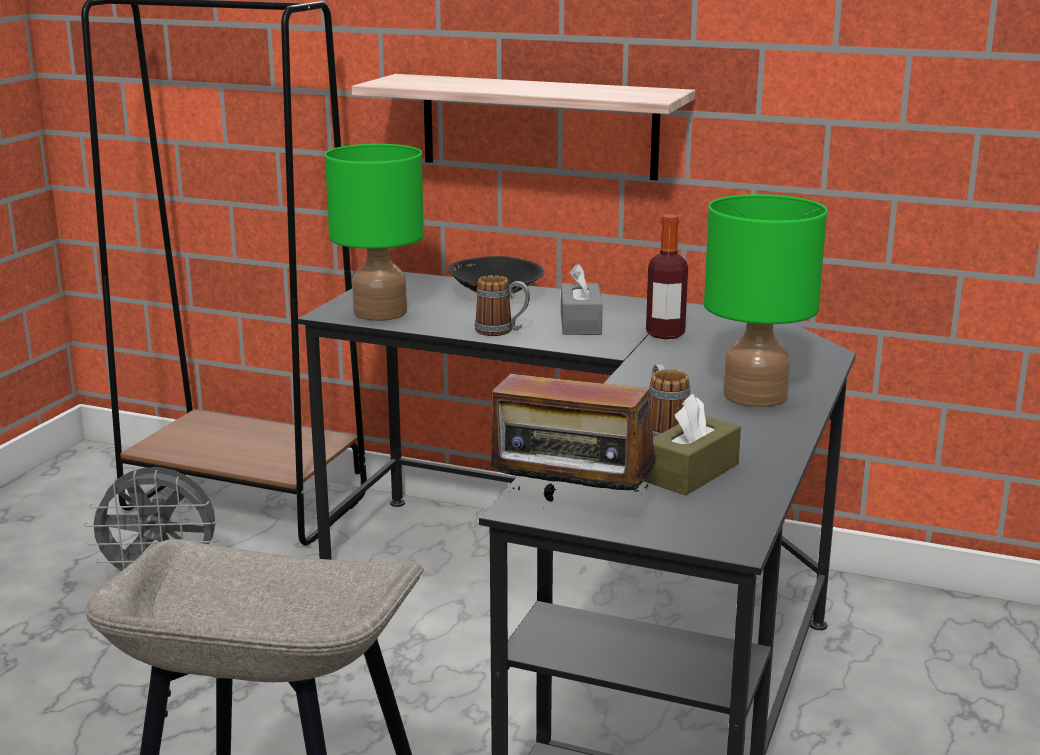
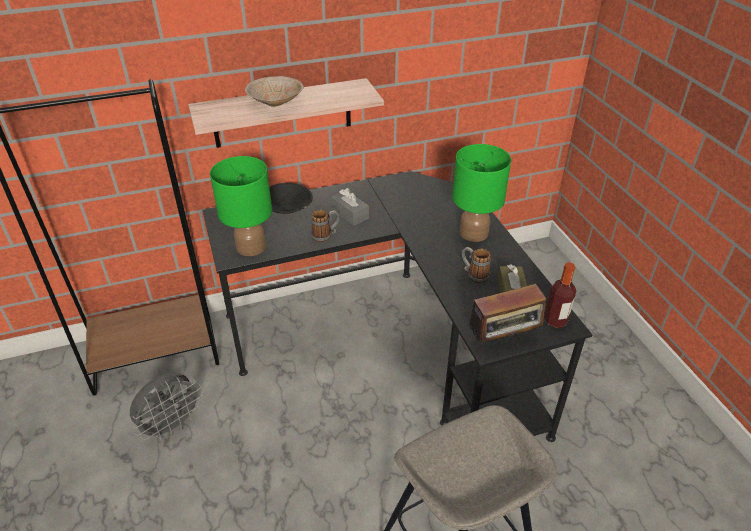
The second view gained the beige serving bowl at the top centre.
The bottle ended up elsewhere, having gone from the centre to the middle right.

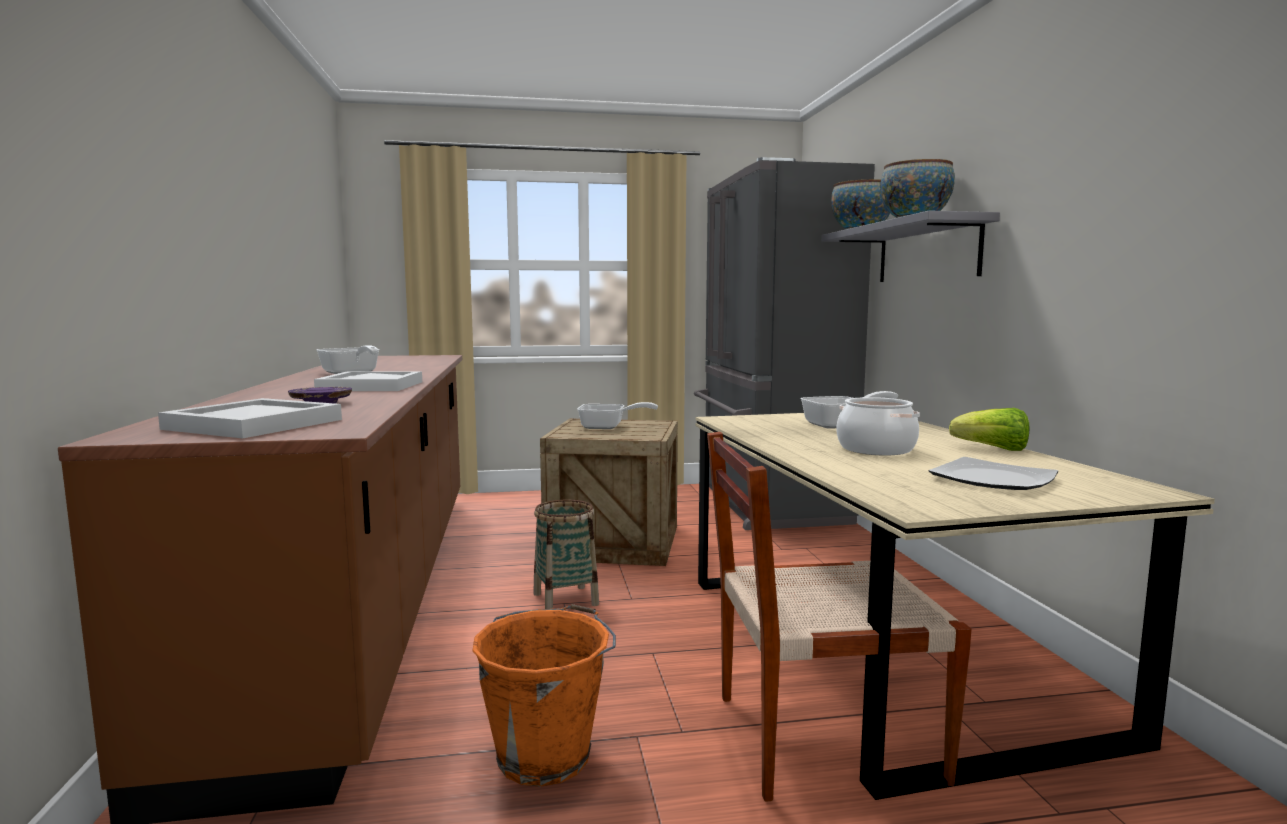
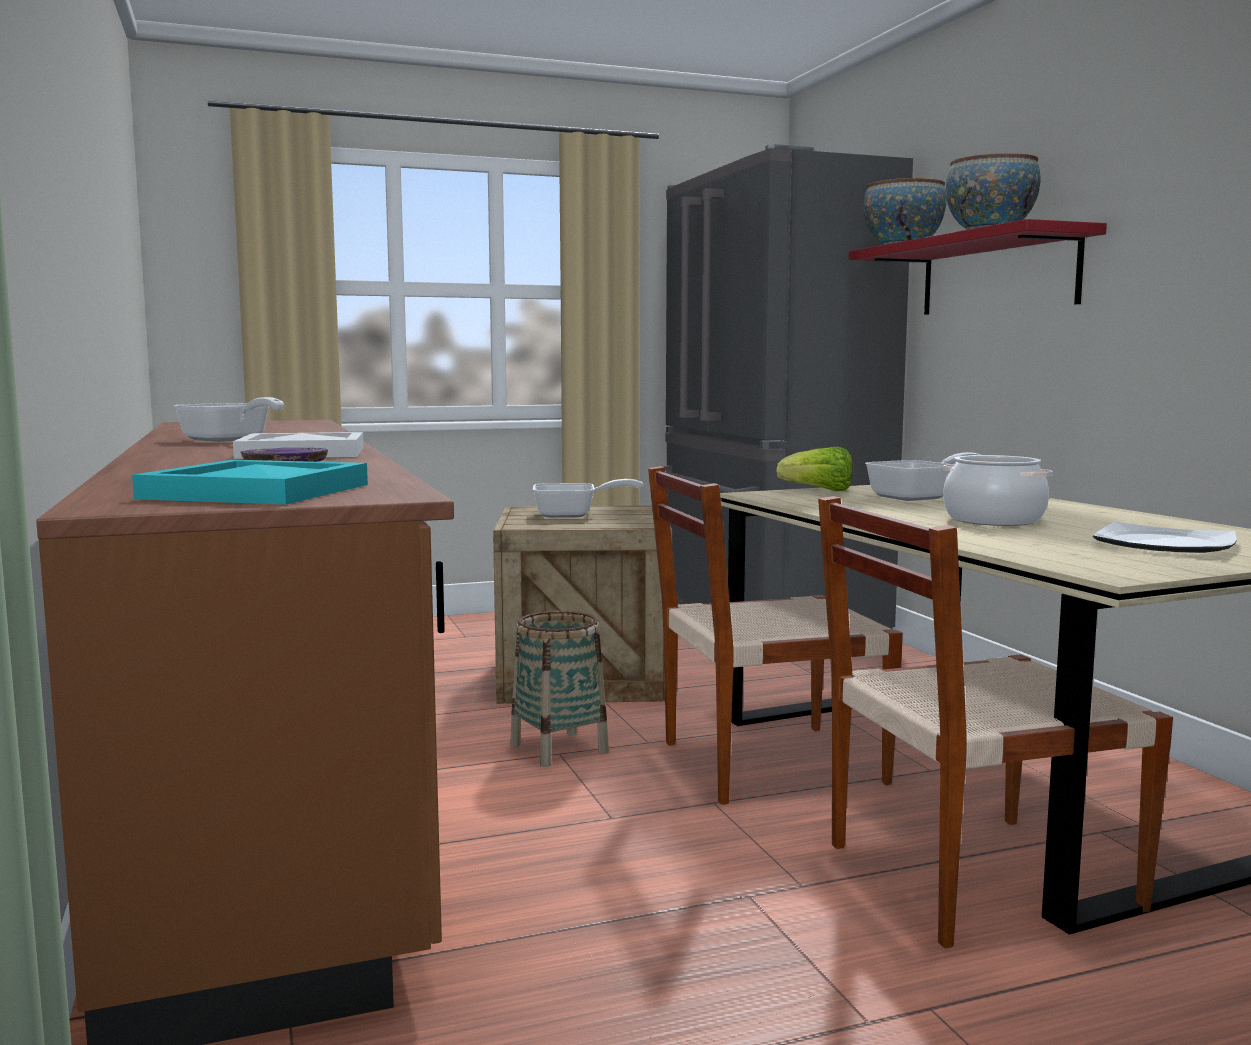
What was the white carrying tray (no. 1 from left) at the middle left turned into the blue-green carrying tray at the middle left.
The second view gained the plain chair (no. 1 from left) at the centre.
The head of lettuce ended up elsewhere, having gone from the middle right to the centre.
What was the grey bracket shelf at the top right turned into the reddish bracket shelf at the top right.
The second view lost the orange-coloured bucket at the bottom centre.

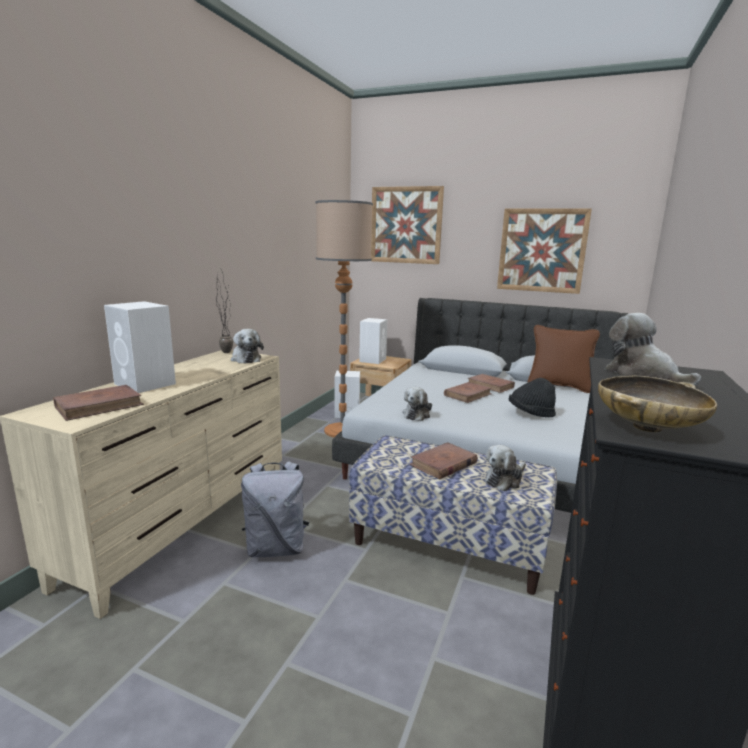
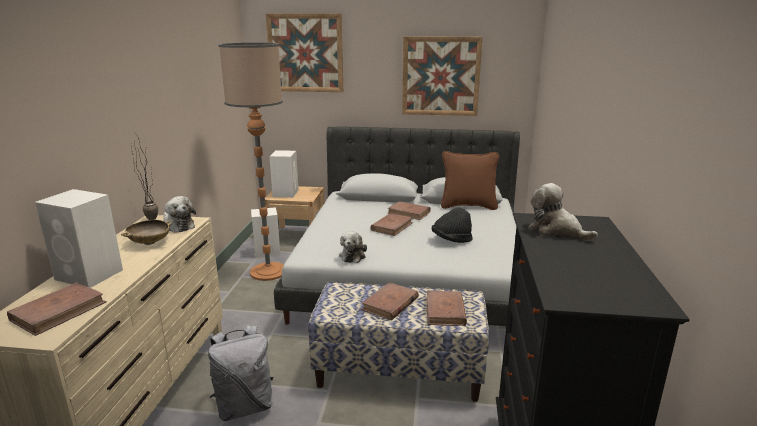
The beige serving bowl ended up elsewhere, having gone from the middle right to the middle left.
Where the plush toy (no. 3 from left) stood at the middle right, the brown-coloured bound book (no. 5 from left) came to stand at the bottom centre.

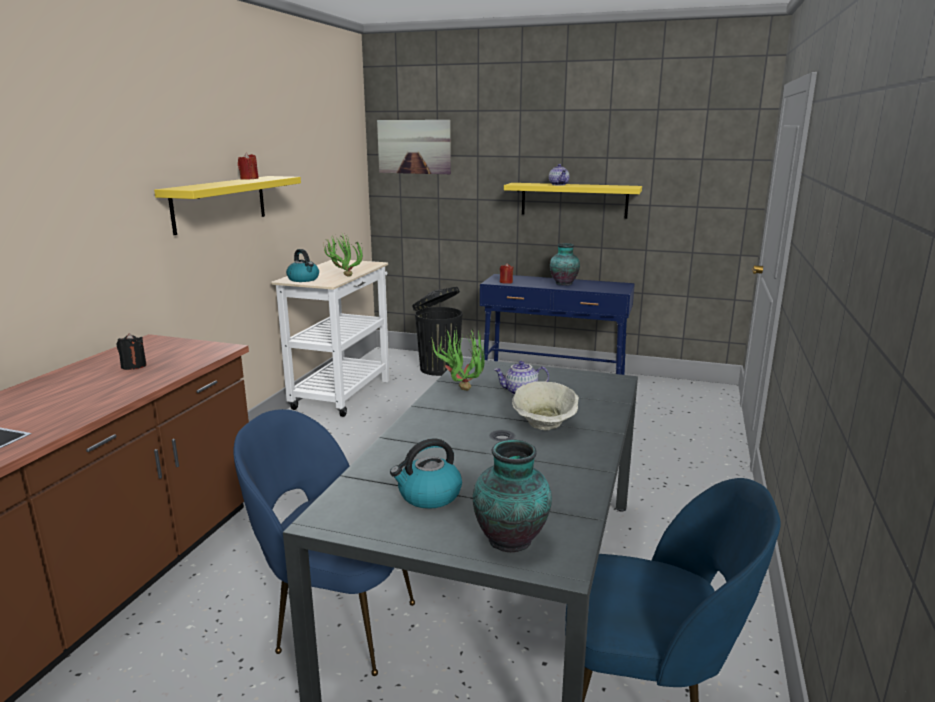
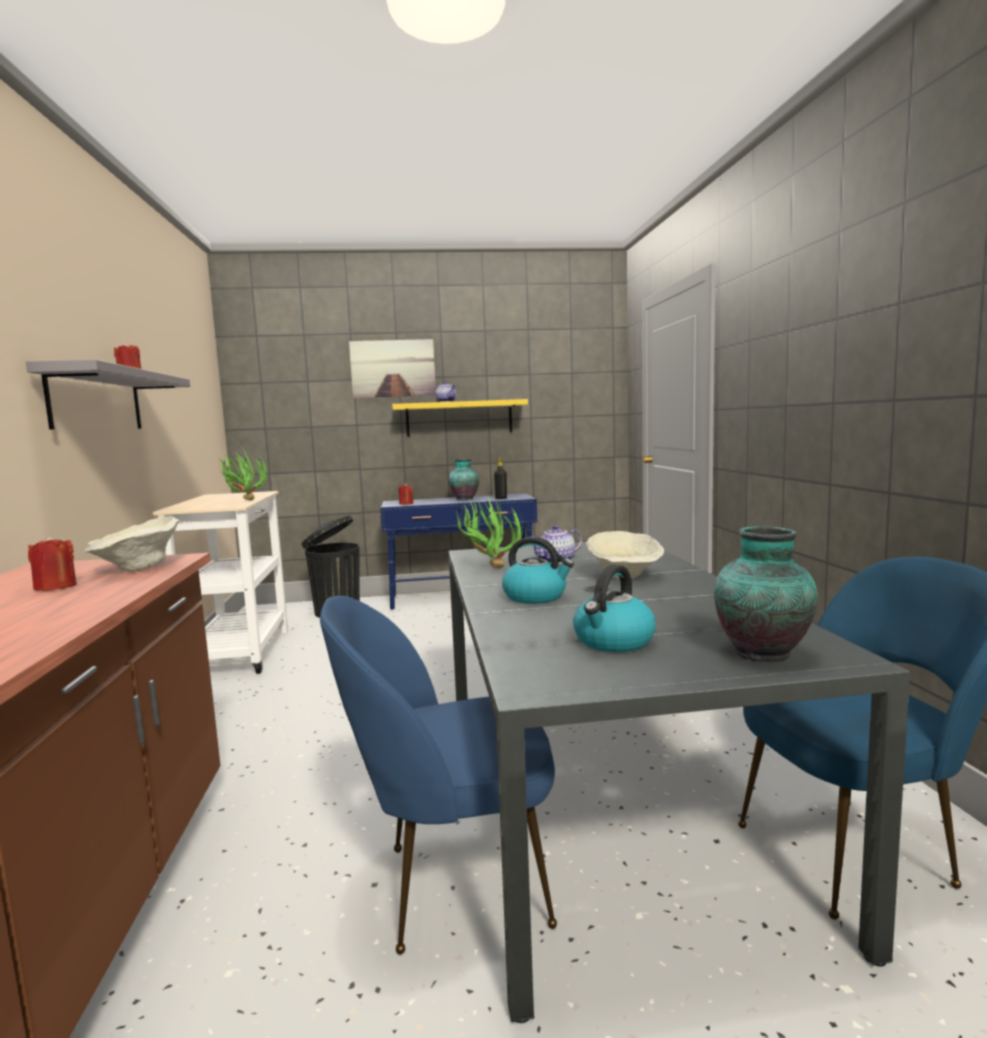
What was the yellowish bracket shelf (no. 1 from left) at the top left turned into the grey bracket shelf at the middle left.
What was the black wax candle at the middle left turned into the reddish wax candle (no. 1 from left) at the middle left.
The second view gained the beige serving bowl (no. 1 from left) at the middle left.
The picture ended up elsewhere, having gone from the top centre to the centre.
The second view gained the black bottle at the centre.
The kettle (no. 1 from left) ended up elsewhere, having gone from the middle left to the centre.

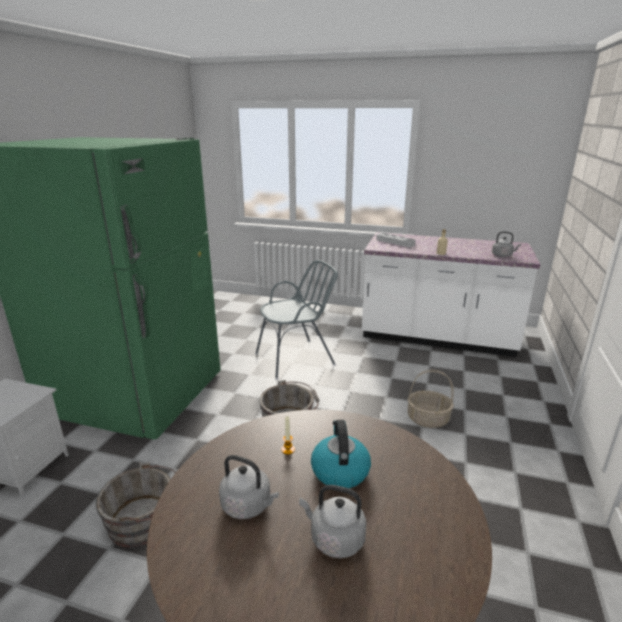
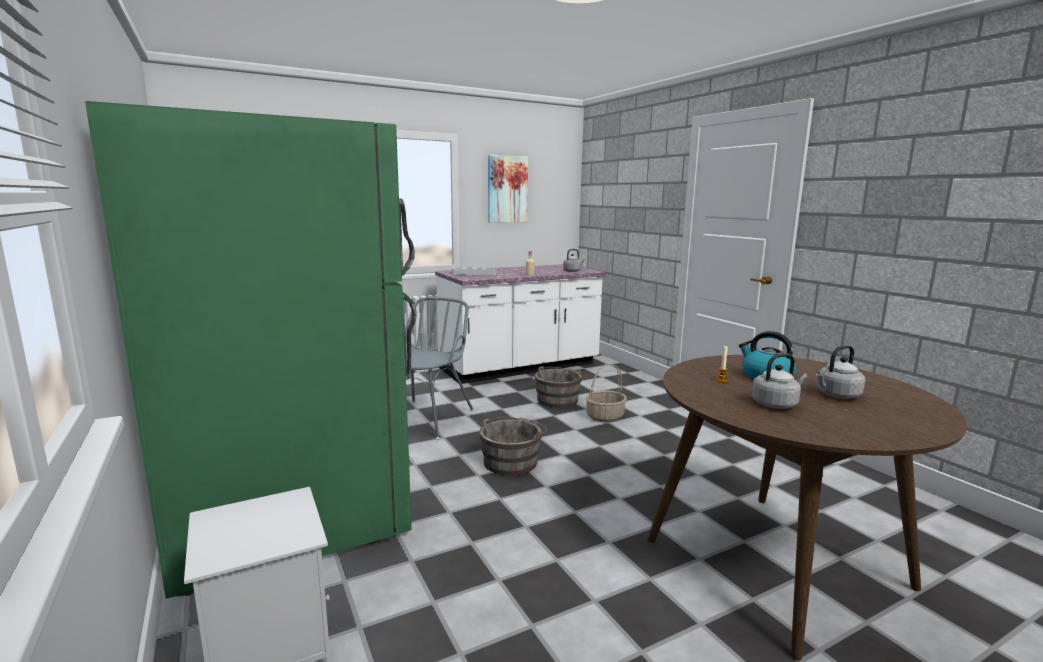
The second view gained the picture at the top centre.
The grey bucket (no. 1 from left in the first image) ended up elsewhere, having gone from the bottom left to the centre.

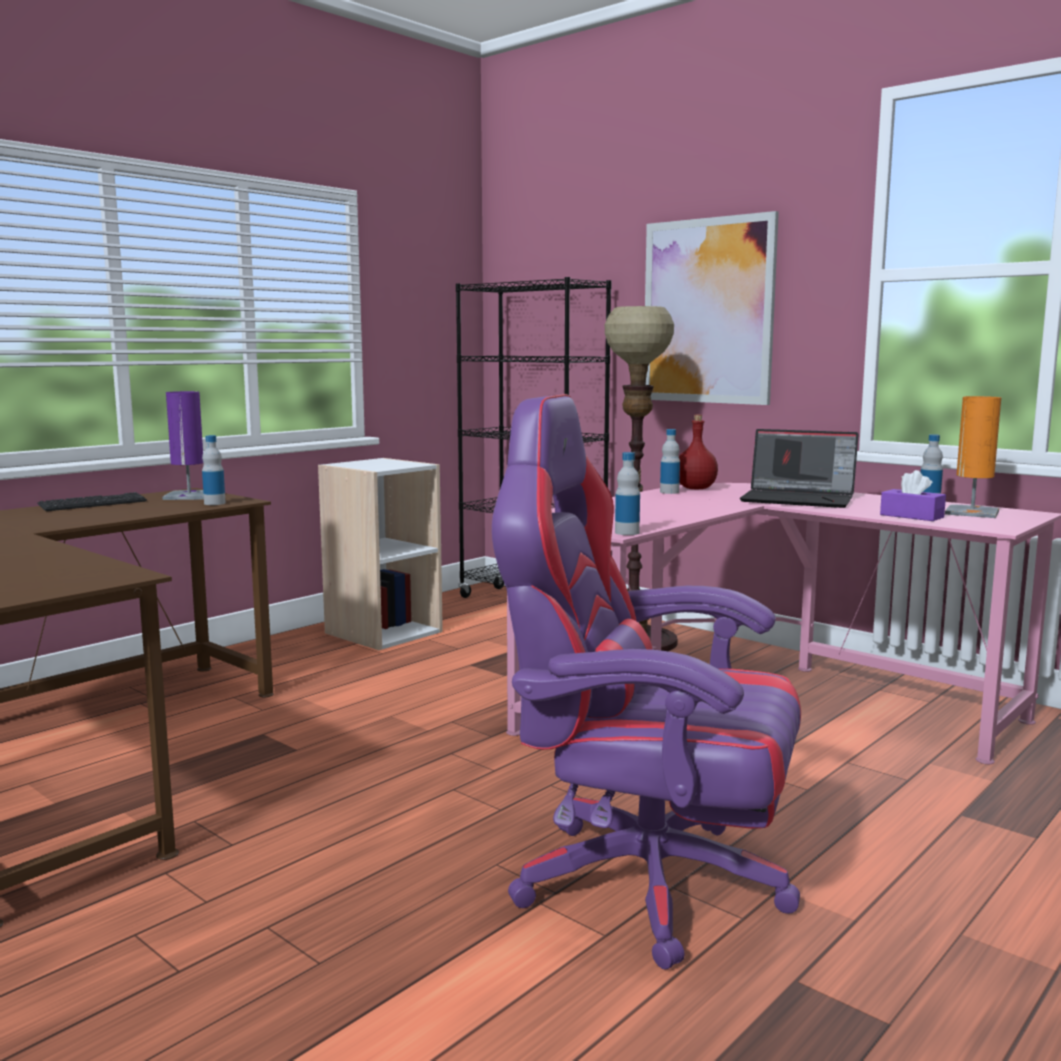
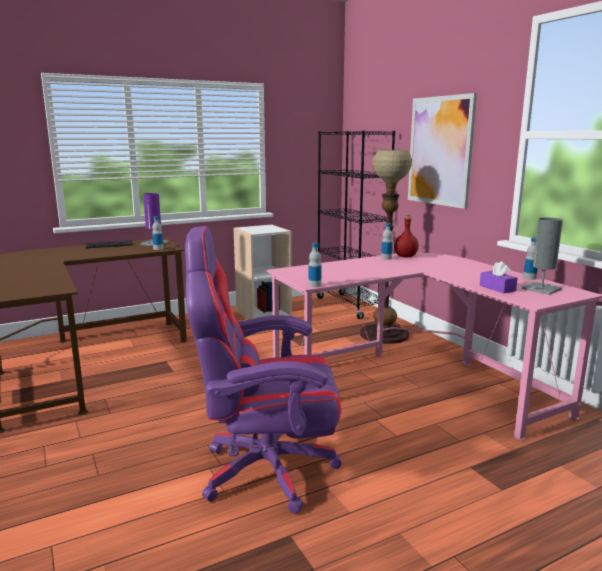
The purple office chair at the centre ended up facing another way, 45 degrees counterclockwise from before.
What was the orange-coloured tabletop lamp at the middle right turned into the grey tabletop lamp at the middle right.
The second view lost the notebook computer at the middle right.

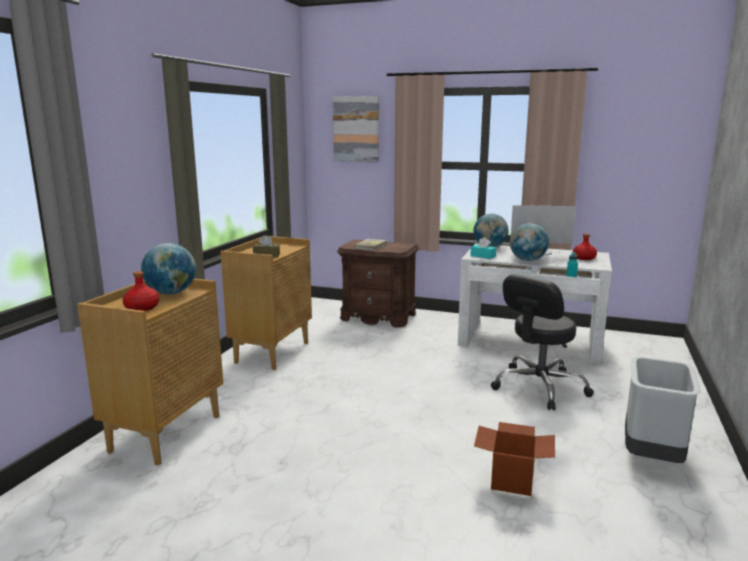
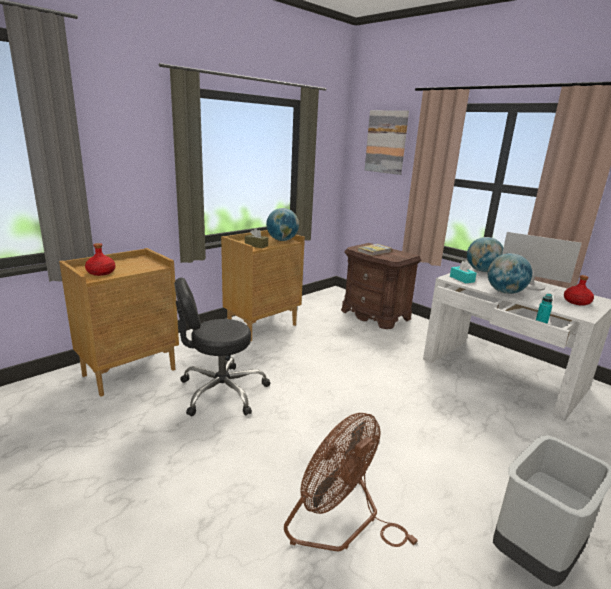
The black office chair ended up elsewhere, having gone from the middle right to the centre.
The globe (no. 1 from left) ended up elsewhere, having gone from the middle left to the centre.
Where the carton stood at the bottom right, the brown-coloured fan came to stand at the bottom centre.

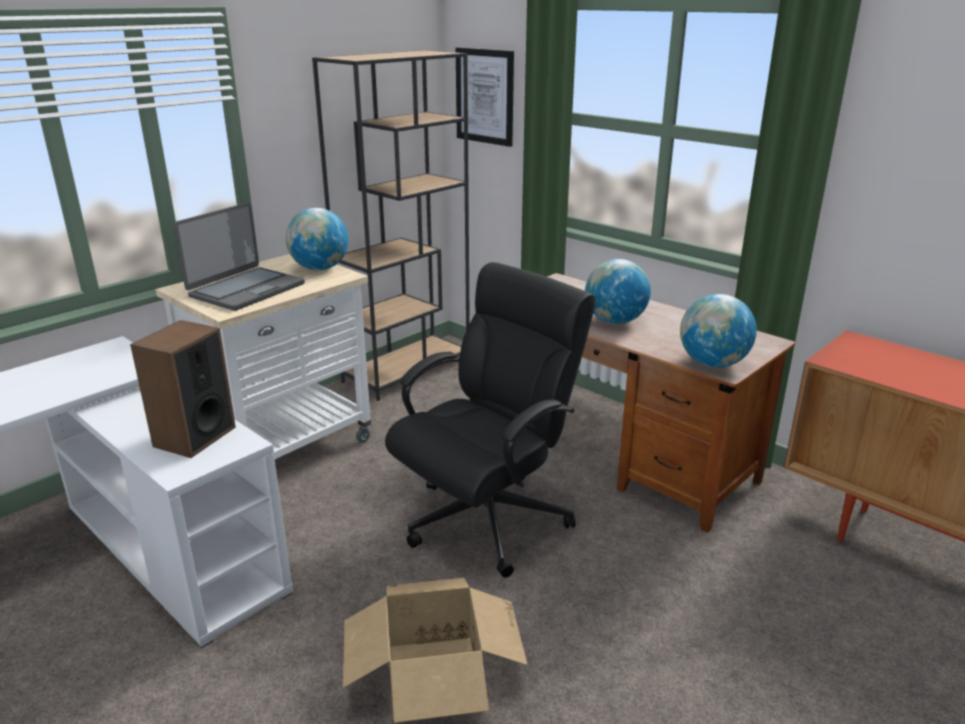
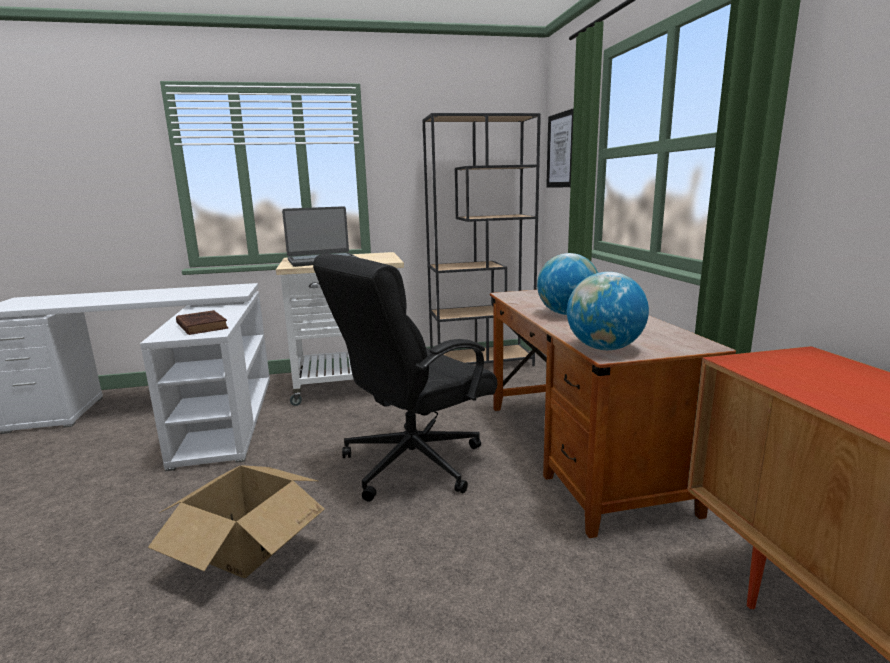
Where the audio speaker stood at the middle left, the brown-coloured bound book came to stand at the middle left.
The black office chair at the centre ended up facing another way, 150 degrees clockwise from before.
The second view lost the globe (no. 1 from left) at the top left.

